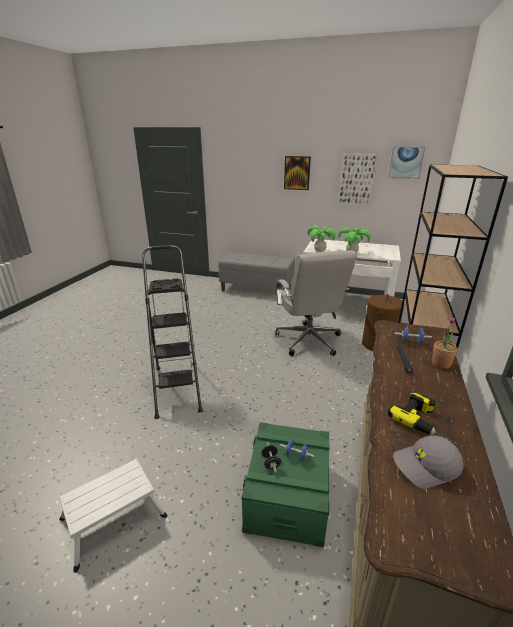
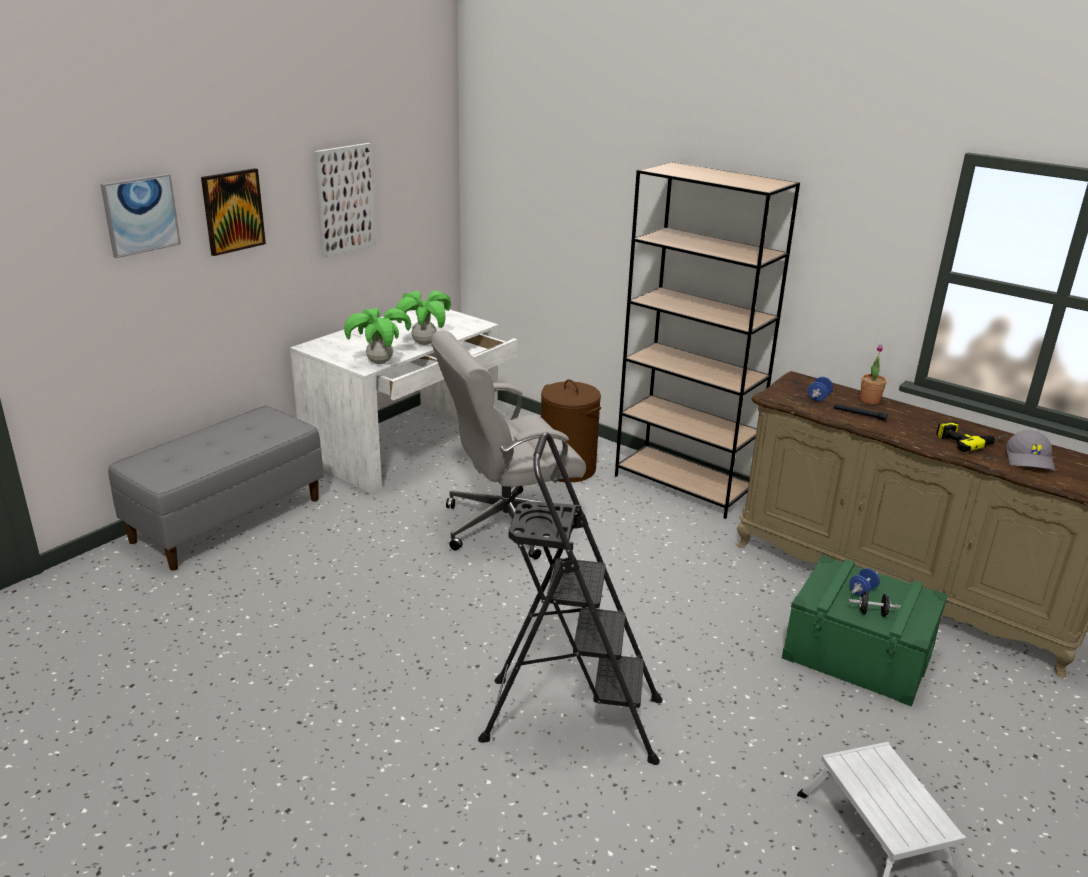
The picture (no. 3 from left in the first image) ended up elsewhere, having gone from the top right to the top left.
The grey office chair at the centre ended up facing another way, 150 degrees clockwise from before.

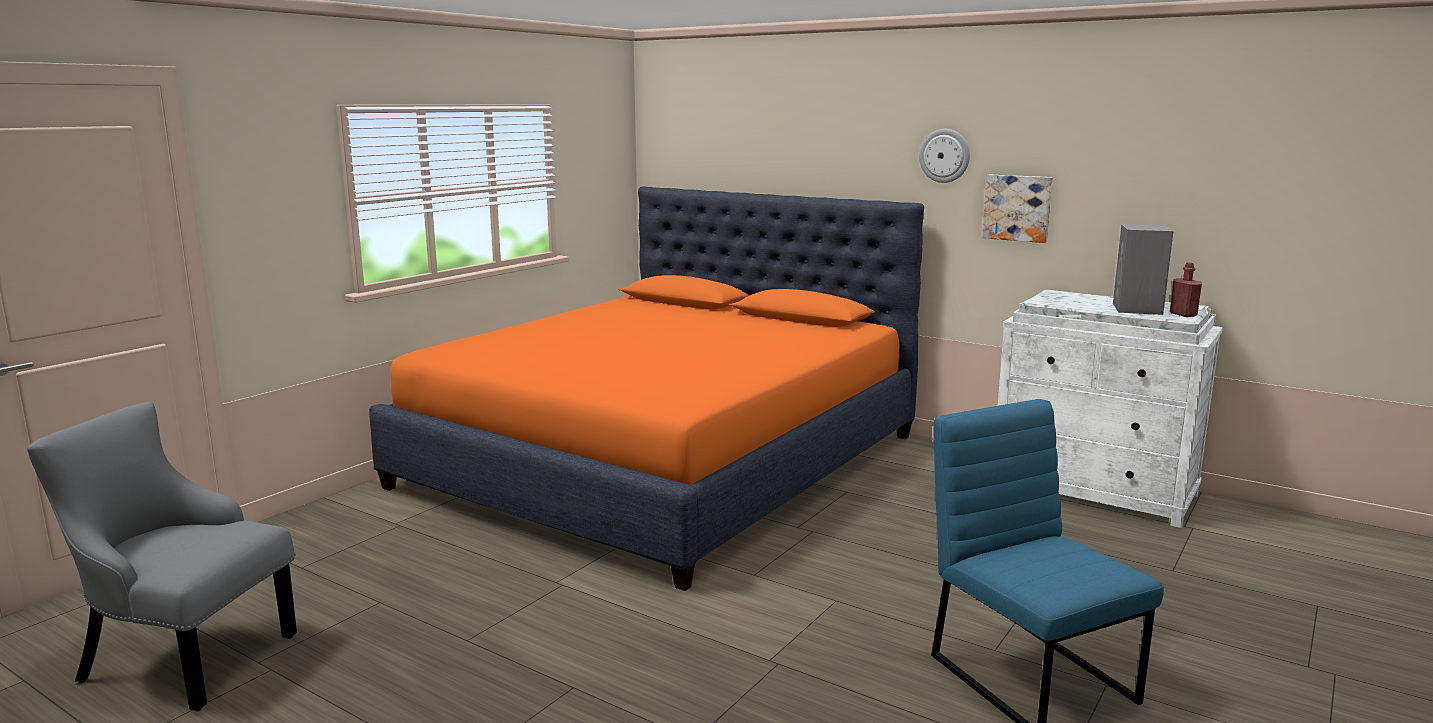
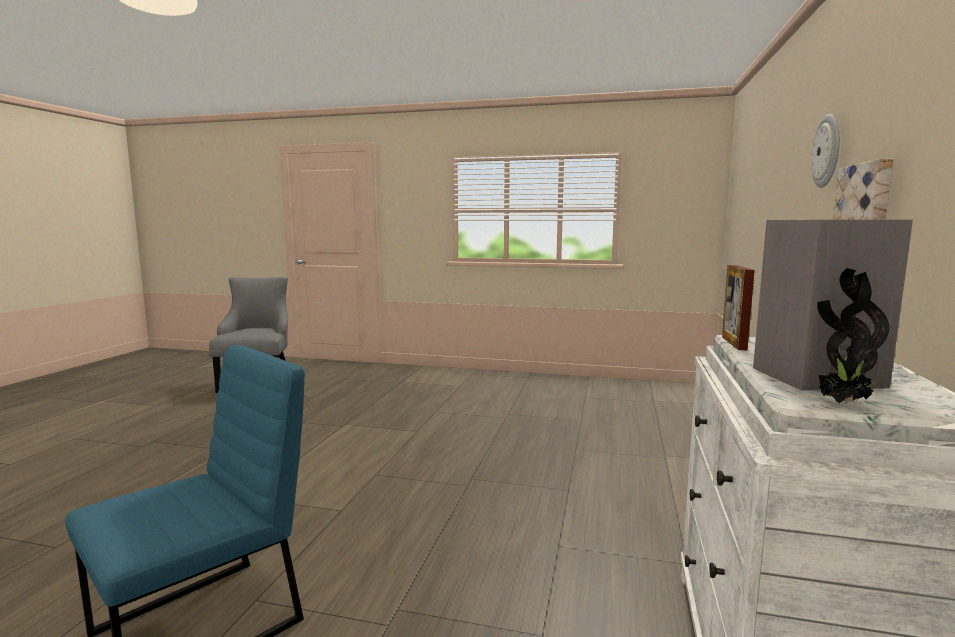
The second view gained the photo frame at the middle right.
Where the reddish bottle stood at the middle right, the potted plant came to stand at the middle right.
The second view lost the orange-coloured bed at the centre.

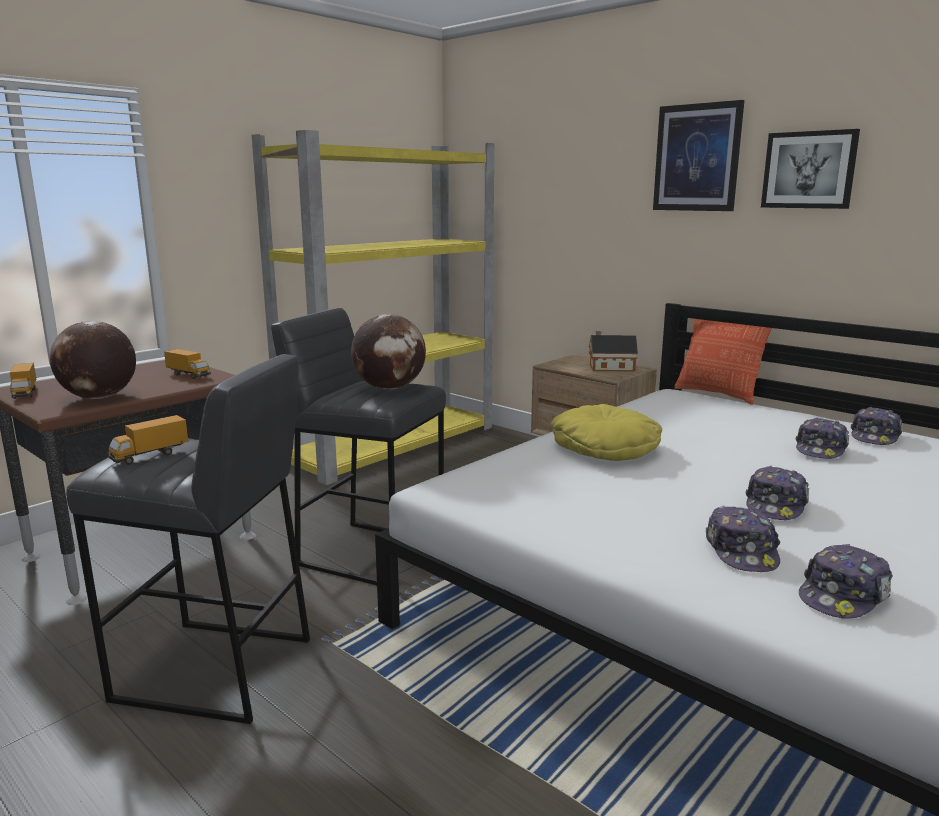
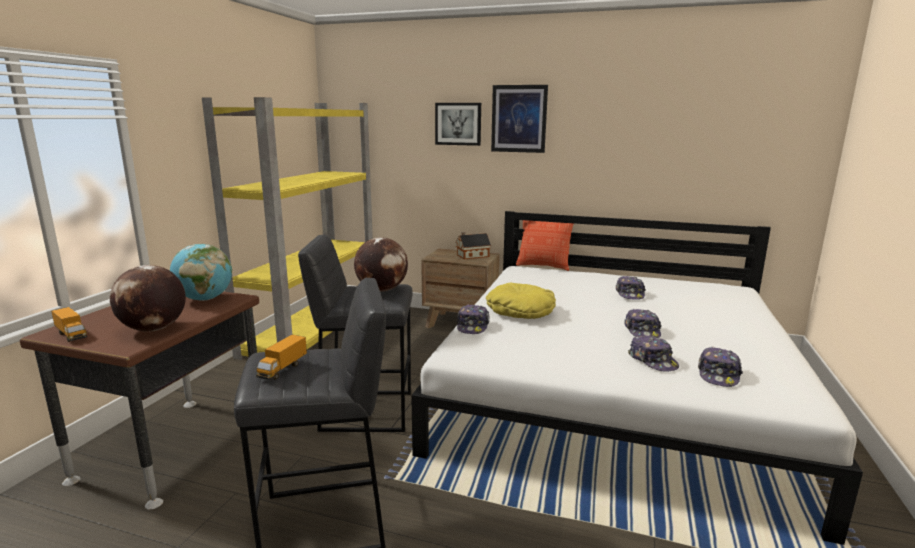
Where the toy lorry (no. 3 from left) stood at the middle left, the globe (no. 2 from left) came to stand at the middle left.
The picture (no. 2 from left in the first image) ended up elsewhere, having gone from the top right to the top centre.
The peaked cap (no. 5 from left in the first image) ended up elsewhere, having gone from the middle right to the centre.

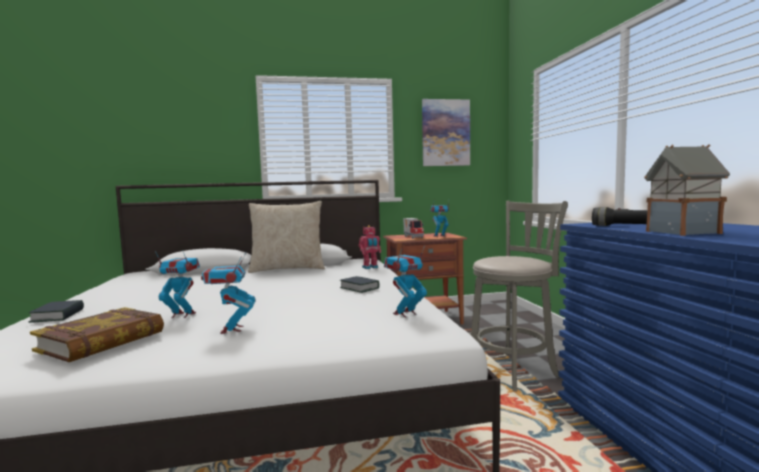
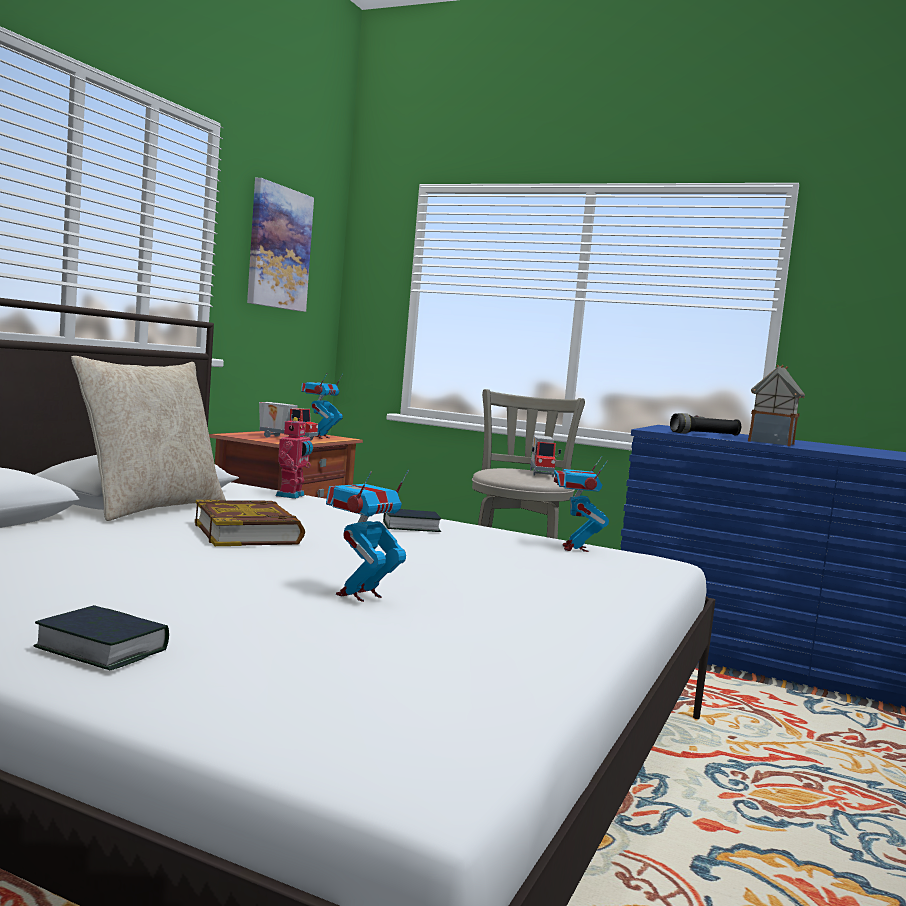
The bound book (no. 2 from left) ended up elsewhere, having gone from the bottom left to the middle left.
The second view gained the toy lorry (no. 2 from left) at the centre.
The second view lost the robot figure (no. 2 from left) at the middle left.

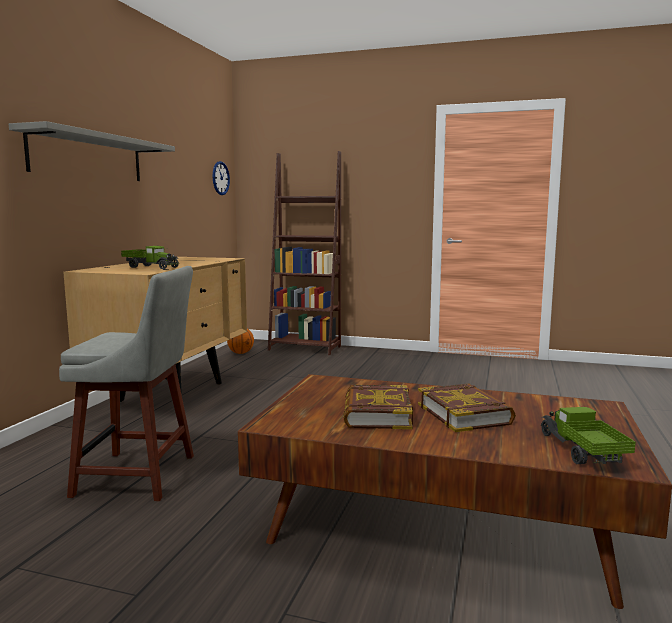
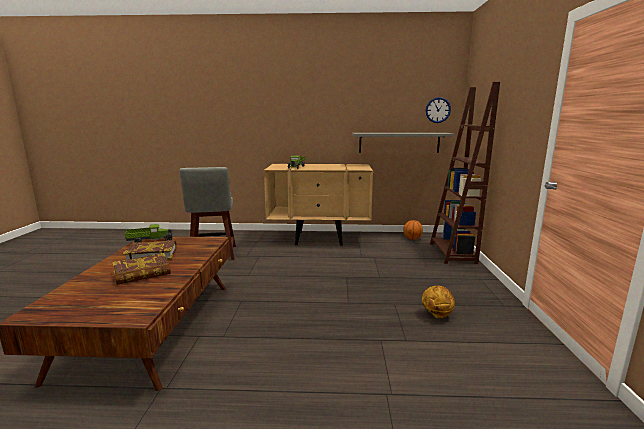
The toy lorry (no. 2 from left in the first image) ended up elsewhere, having gone from the bottom right to the middle left.
The grey bracket shelf ended up elsewhere, having gone from the top left to the centre.
The second view gained the basketball (no. 2 from left) at the bottom right.

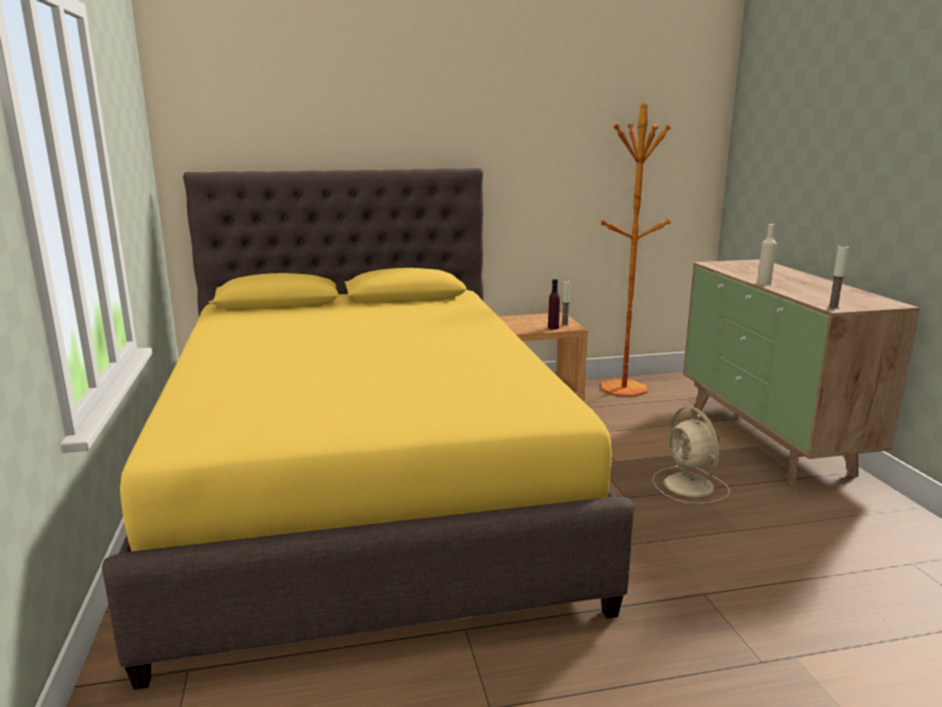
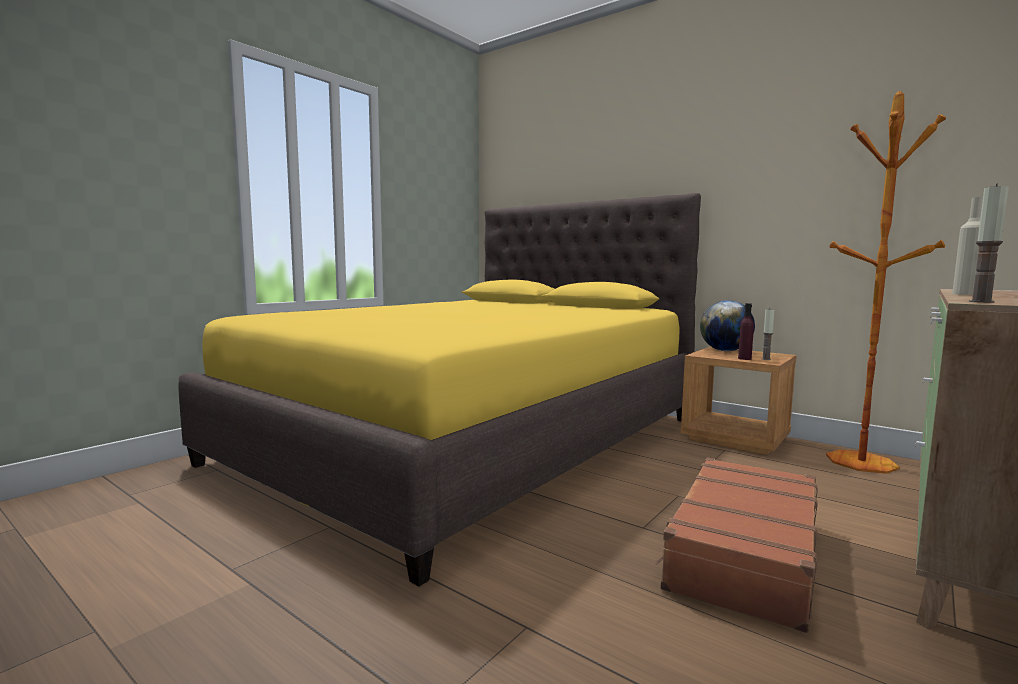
Where the beige fan stood at the middle right, the brown-coloured piece of luggage came to stand at the bottom right.
The second view gained the globe at the middle right.

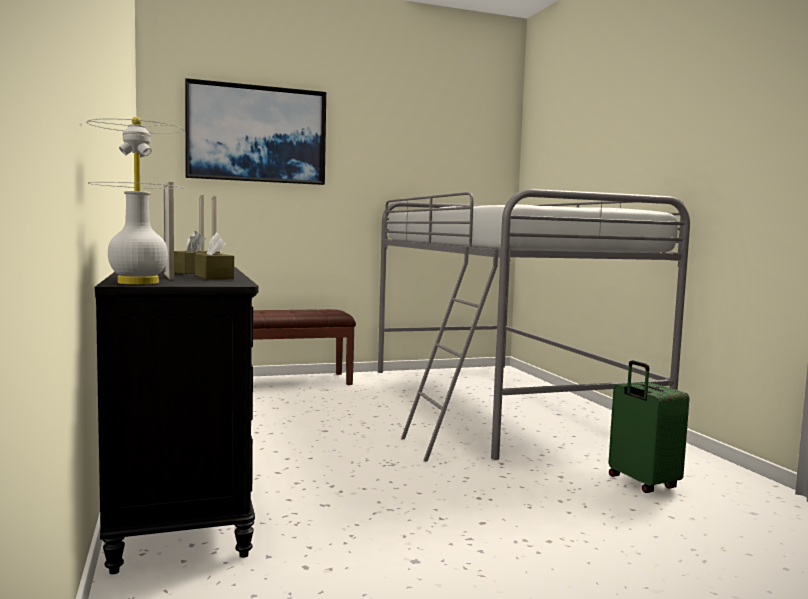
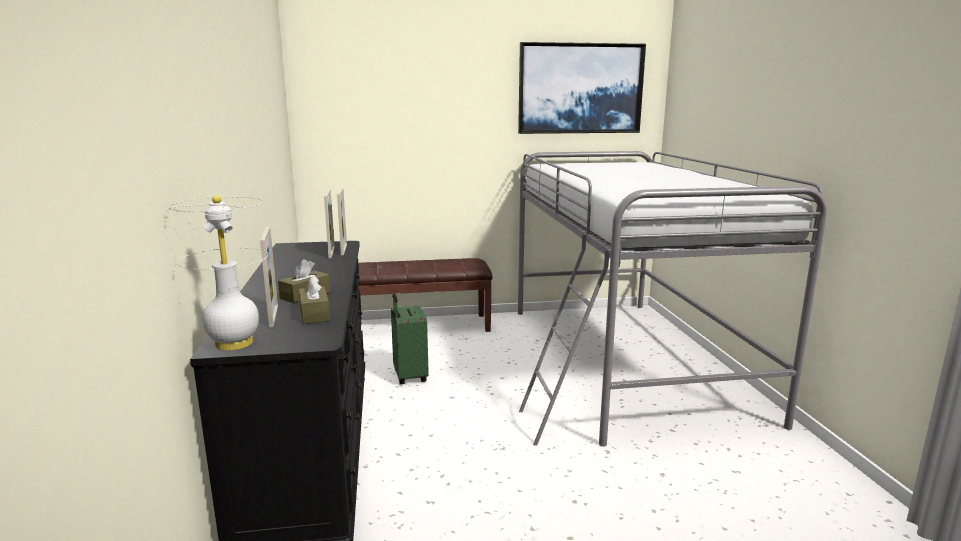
The green piece of luggage ended up elsewhere, having gone from the bottom right to the centre.
The picture ended up elsewhere, having gone from the top left to the top centre.

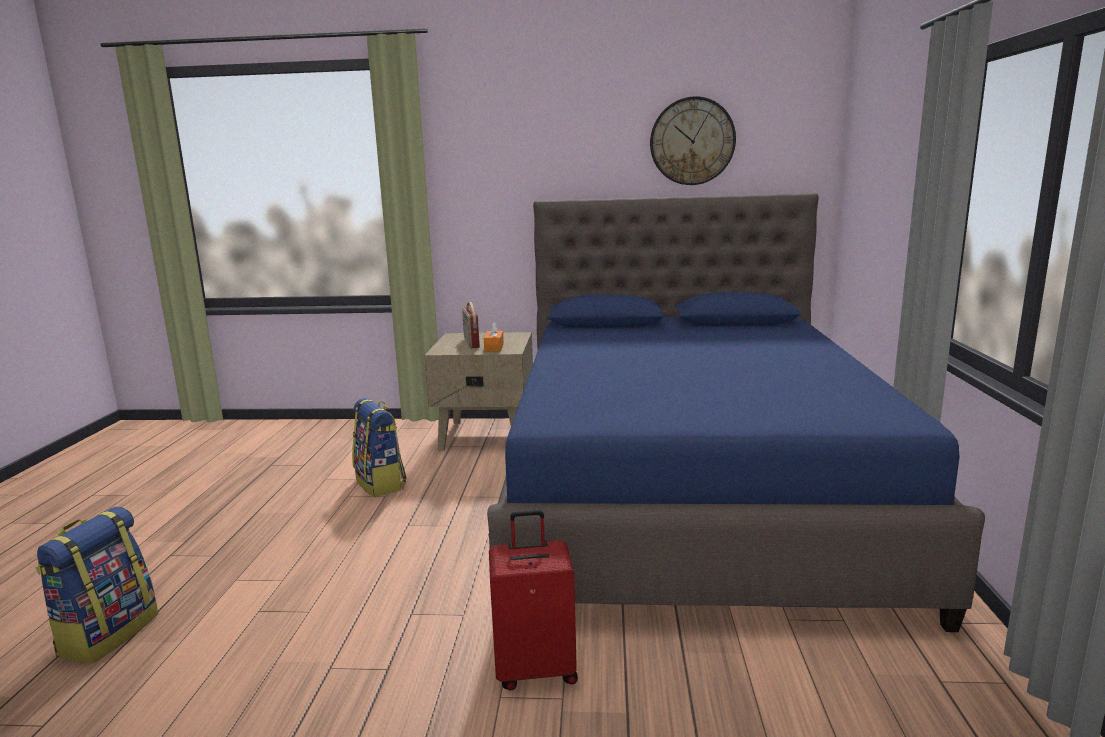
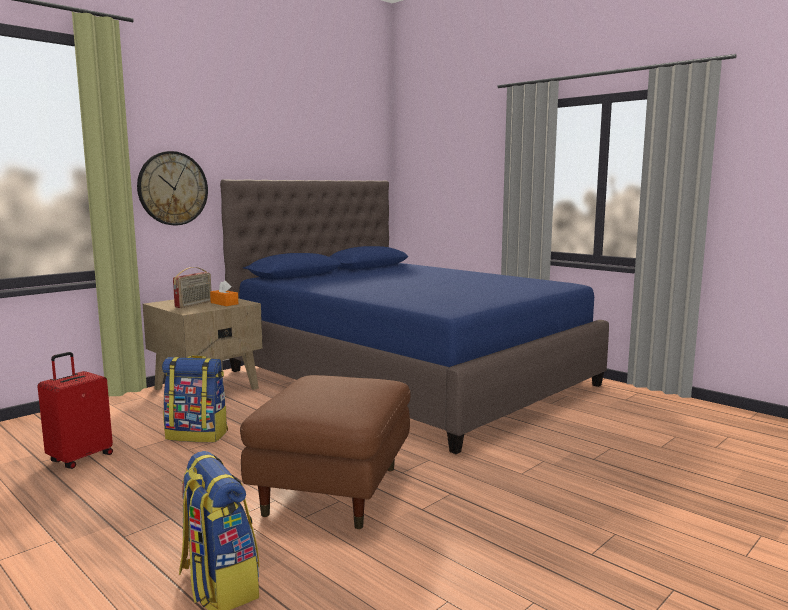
The reddish piece of luggage ended up elsewhere, having gone from the bottom centre to the bottom left.
The hanging clock ended up elsewhere, having gone from the top centre to the top left.
The radio set at the centre ended up facing another way, 90 degrees counterclockwise from before.
The second view gained the brown-coloured footrest at the bottom centre.

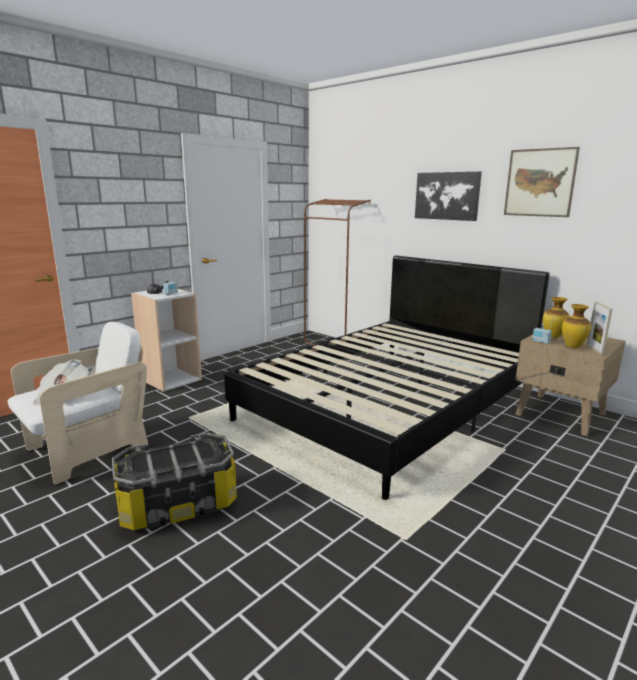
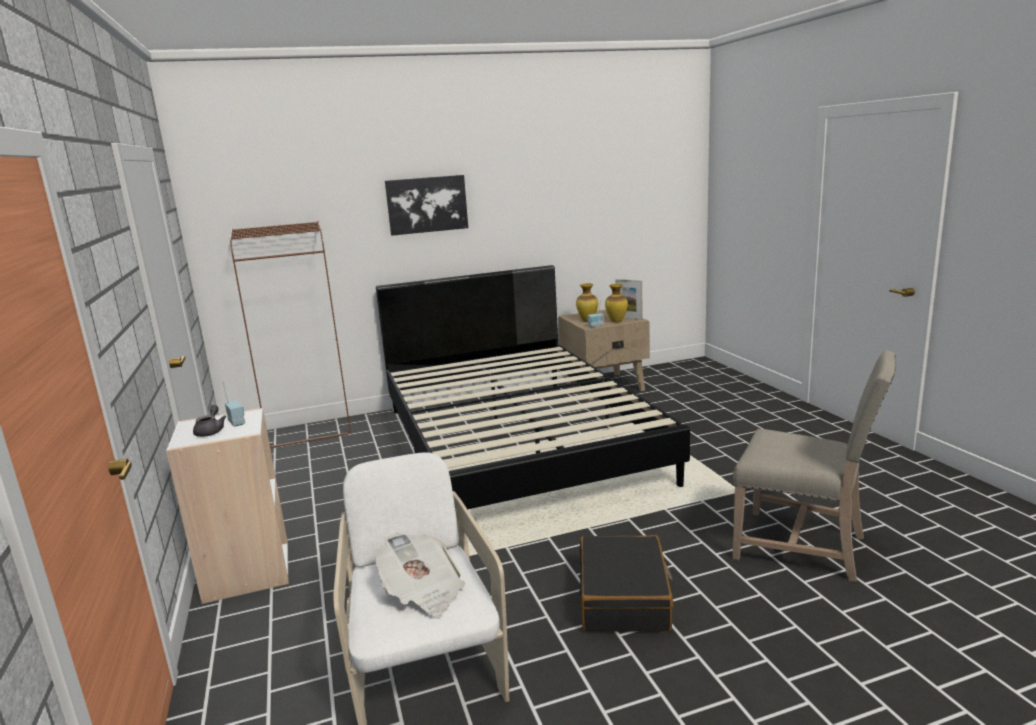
Where the storage bin stood at the bottom left, the black piece of luggage came to stand at the bottom centre.
The second view gained the beige plain chair at the middle right.
The second view lost the picture (no. 2 from left) at the top right.

